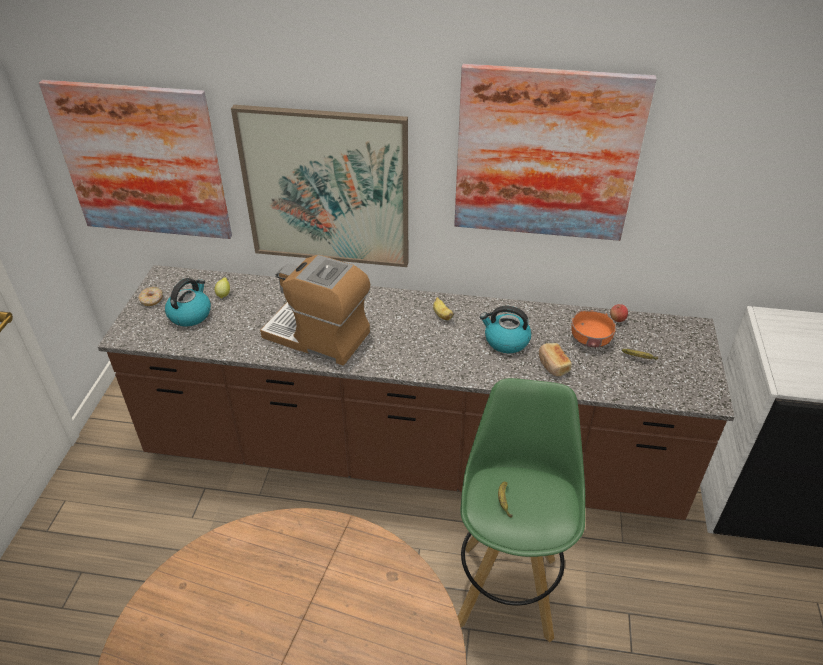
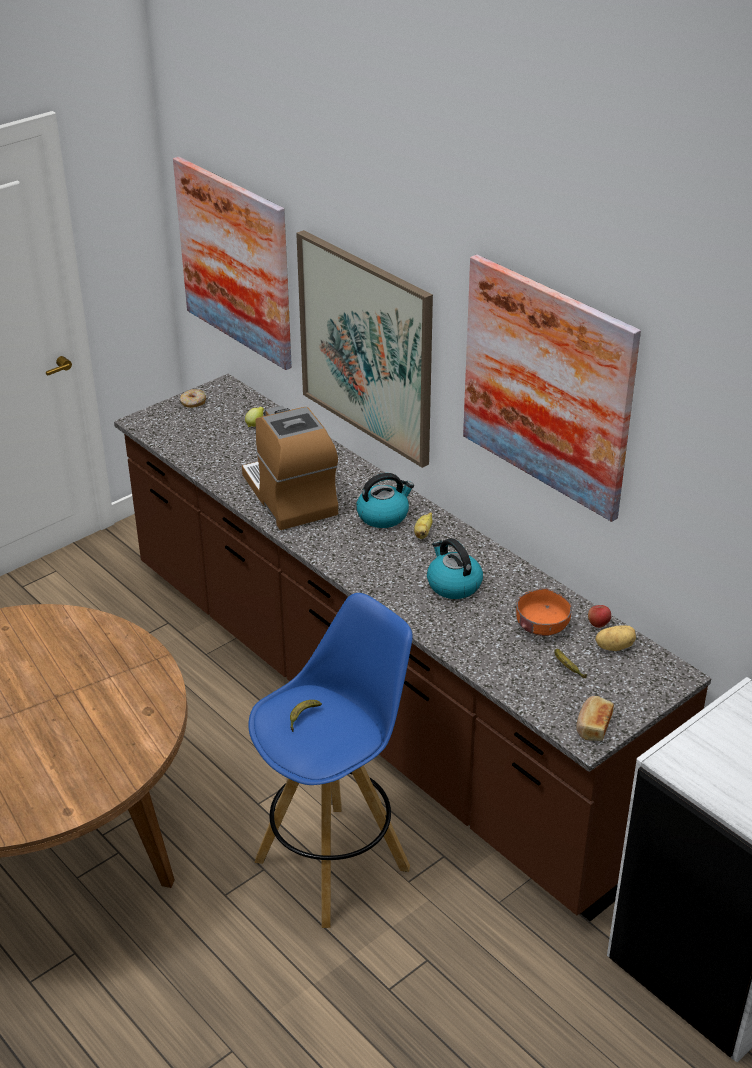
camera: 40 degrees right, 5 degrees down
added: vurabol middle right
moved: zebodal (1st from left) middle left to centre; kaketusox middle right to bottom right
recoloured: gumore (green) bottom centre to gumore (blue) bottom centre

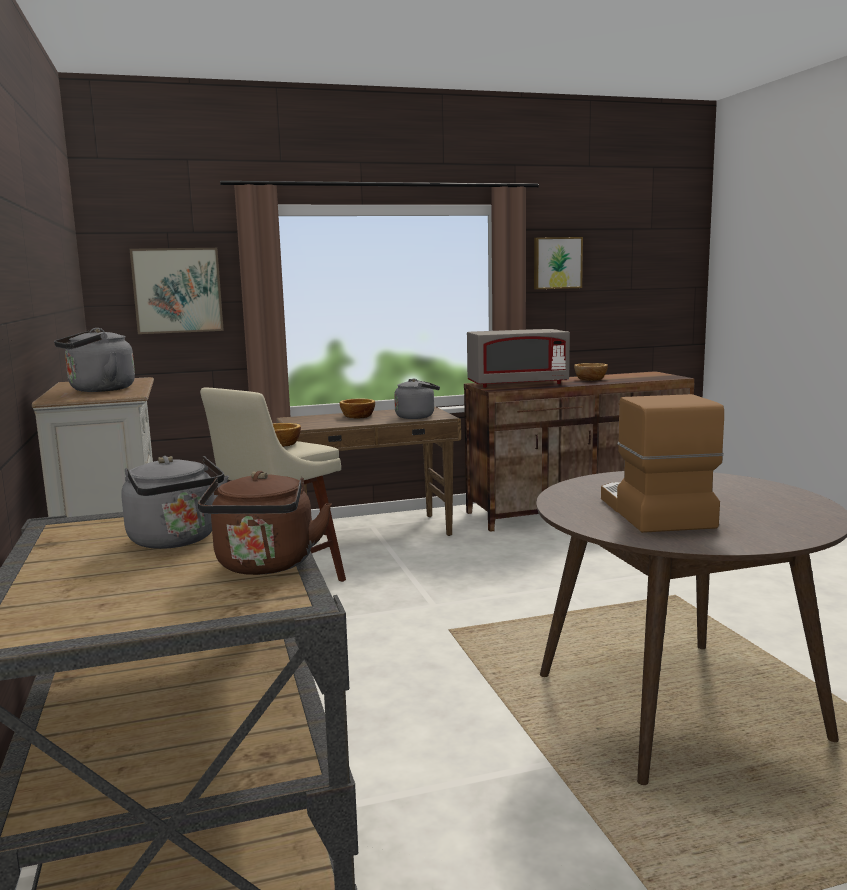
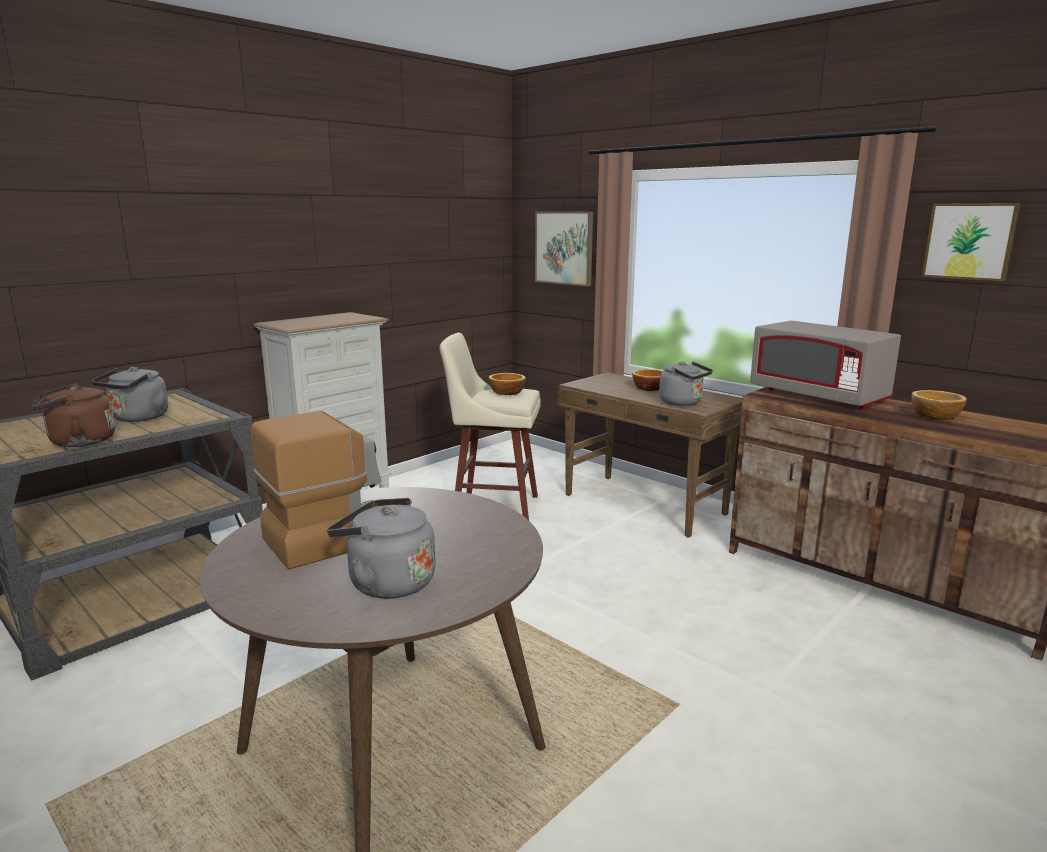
camera: 60 degrees right, 5 degrees up
moved: zebodal (grey) (1st from left in the first image) middle left to zebodal (grey) (2nd from left) centre

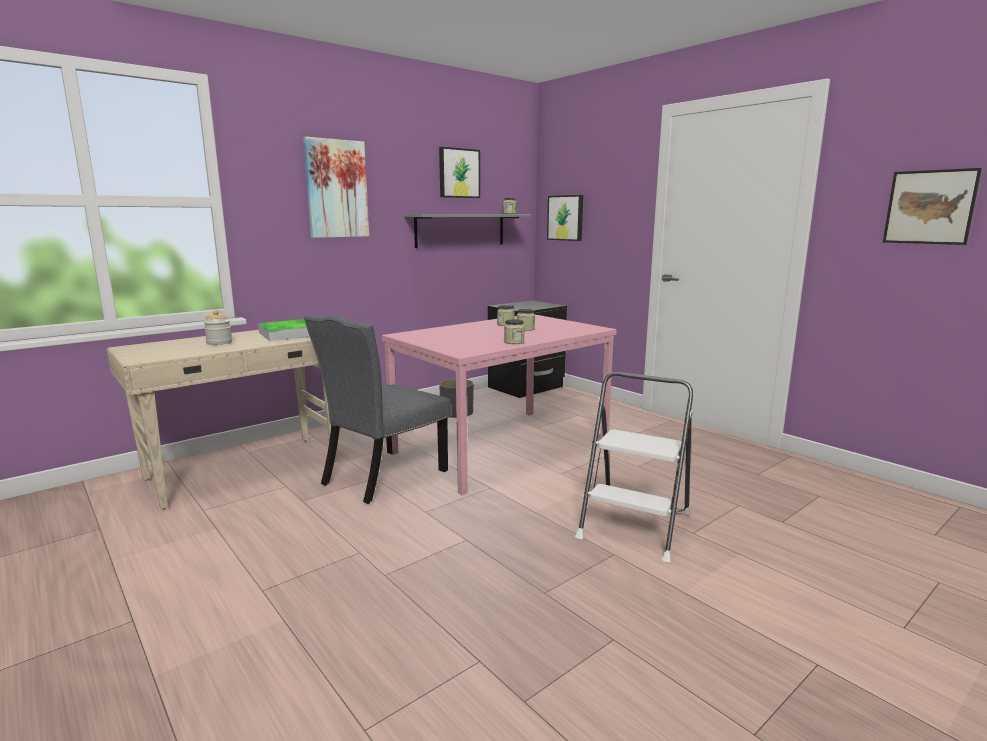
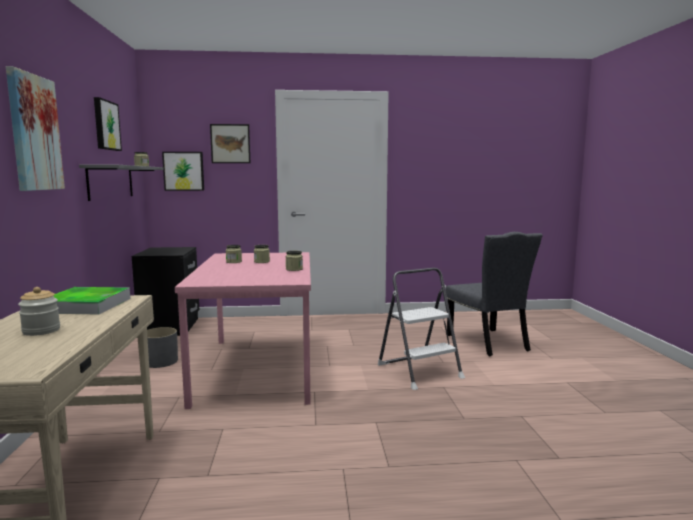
camera: 55 degrees left, 5 degrees down
moved: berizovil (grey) centre to middle right; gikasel (4th from left) top right to top left

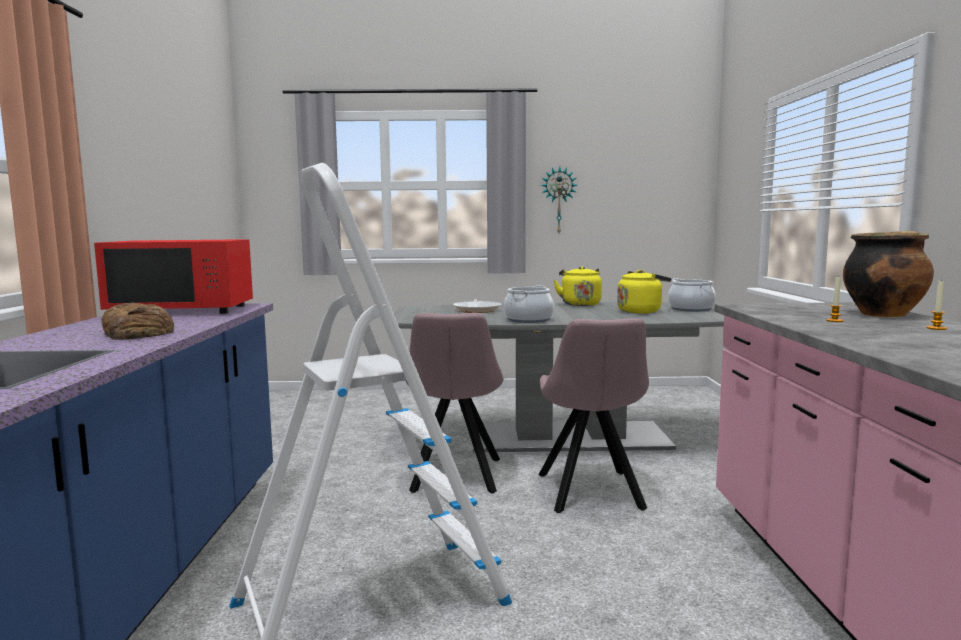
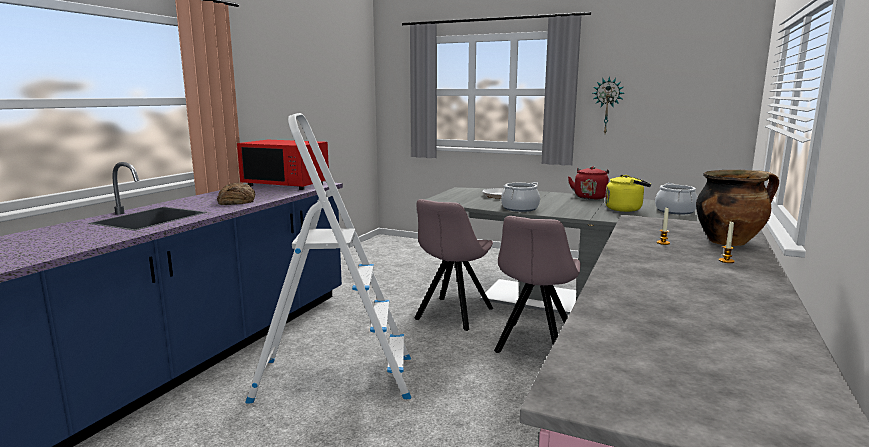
camera: 25 degrees right, 5 degrees up
recoloured: zebodal (yellow) (1st from left) centre to zebodal (red) middle right

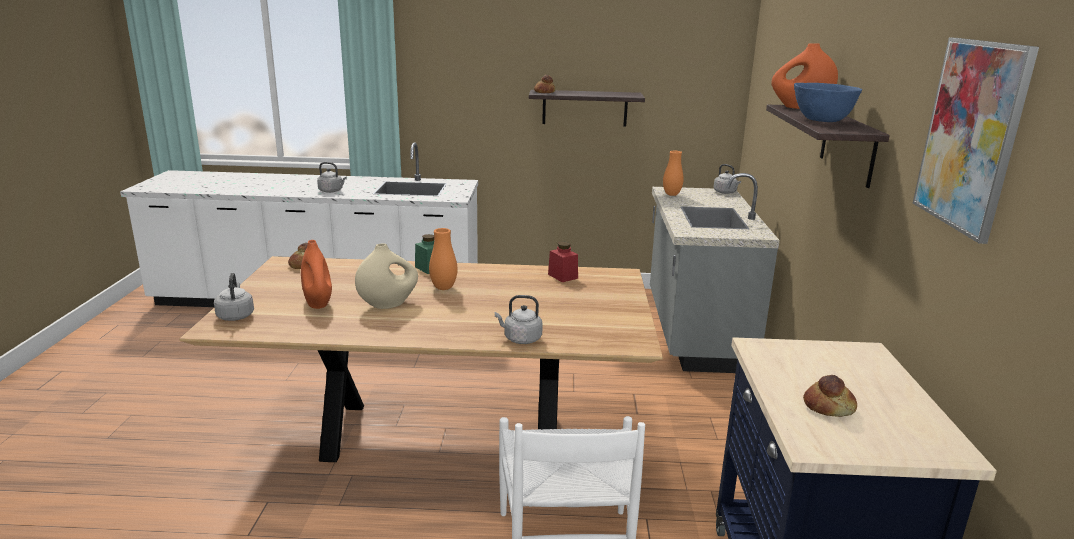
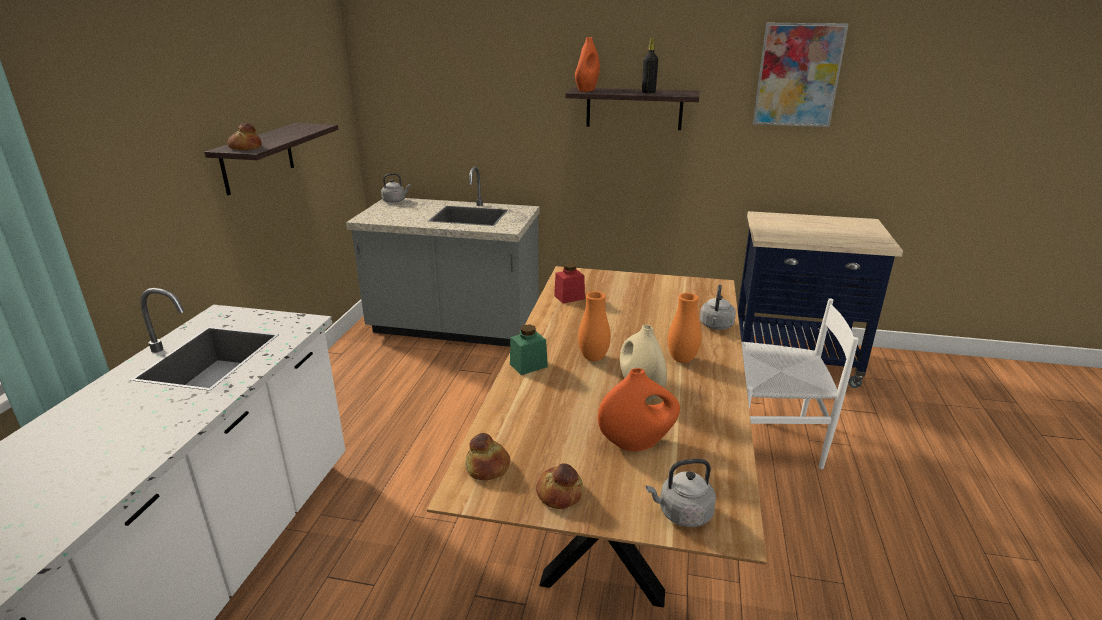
camera: 80 degrees left, 5 degrees up
removed: zebodal (grey) (2nd from left) top left
moved: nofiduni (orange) (3rd from left in the first image) top centre to nofiduni (orange) (4th from left) centre; kaketusox (3rd from left) bottom right to bottom centre
replaced: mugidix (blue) top right to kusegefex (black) top centre

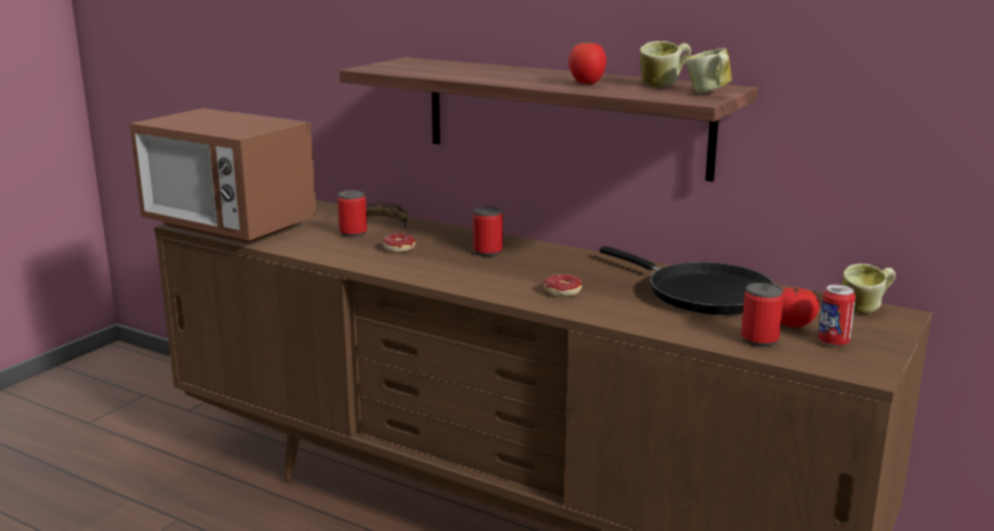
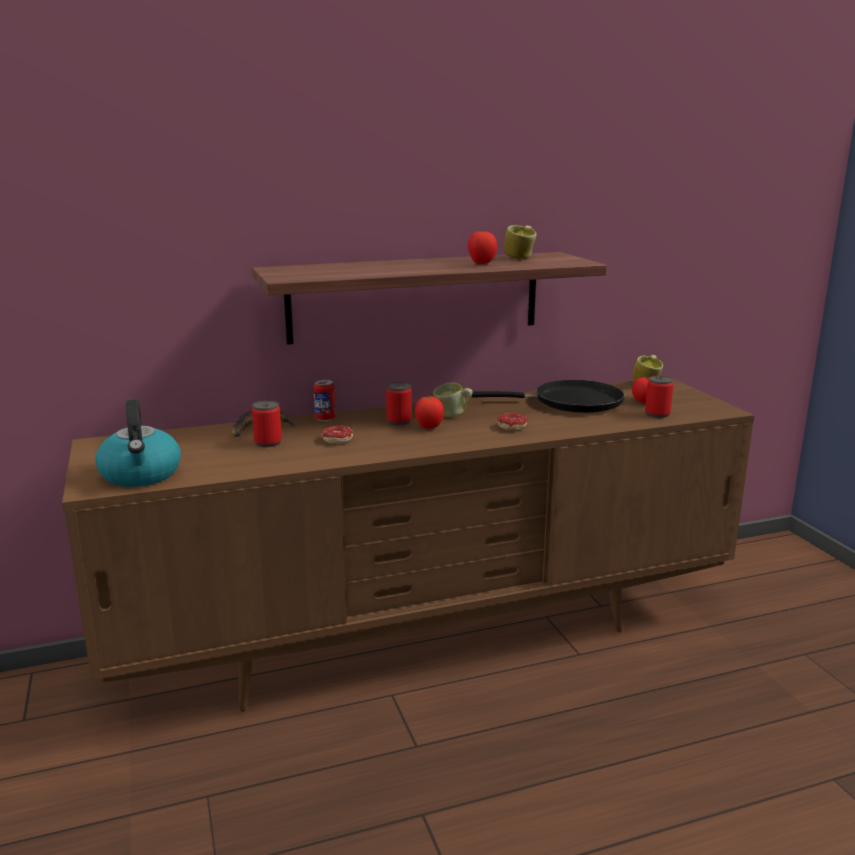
camera: 50 degrees left, 0 degrees up
added: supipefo (1st from left) centre
moved: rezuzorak (2nd from left in the first image) top right to rezuzorak (1st from left) centre; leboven (4th from left in the first image) middle right to leboven (2nd from left) centre
replaced: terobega top left to zebodal middle left

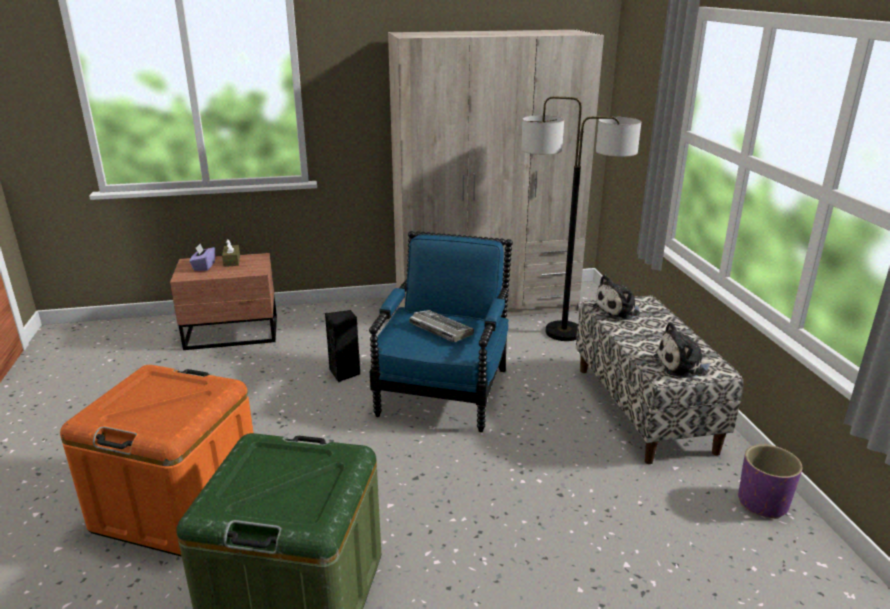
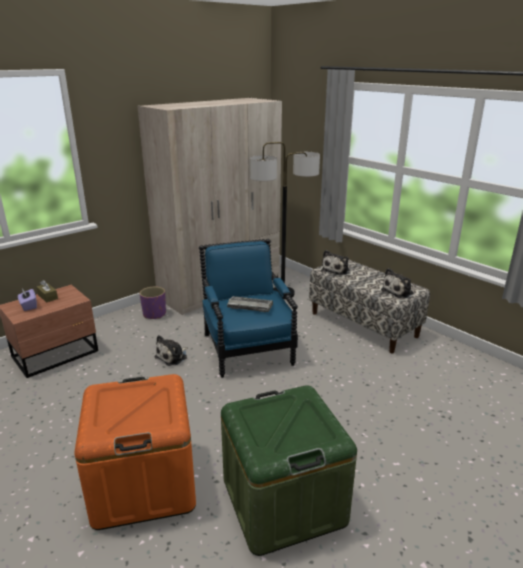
camera: 30 degrees left, 0 degrees up
moved: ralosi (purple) bottom right to middle left
replaced: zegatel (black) centre to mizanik (1st from left) middle left

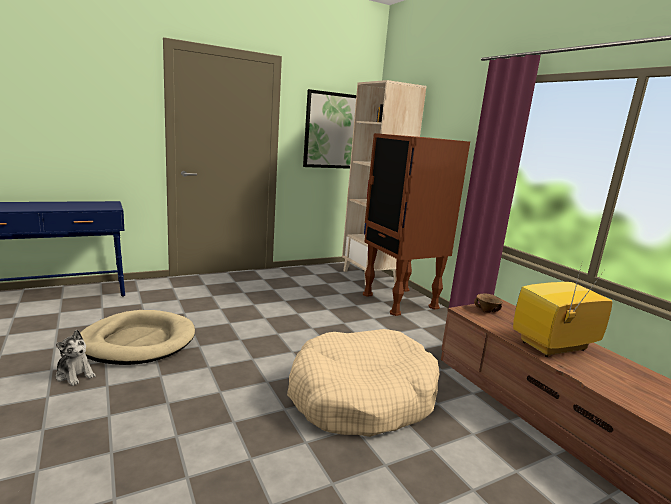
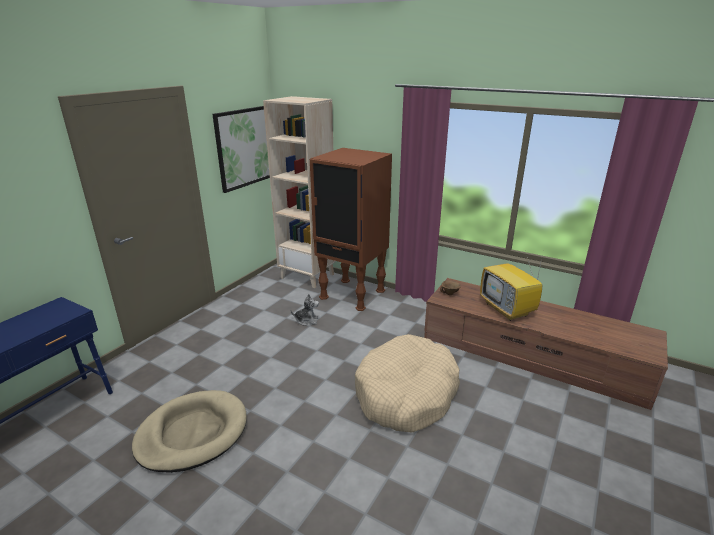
camera: 30 degrees left, 10 degrees up
moved: mizanik bottom left to centre
turned: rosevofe middle right = middle right 60 degrees counterclockwise

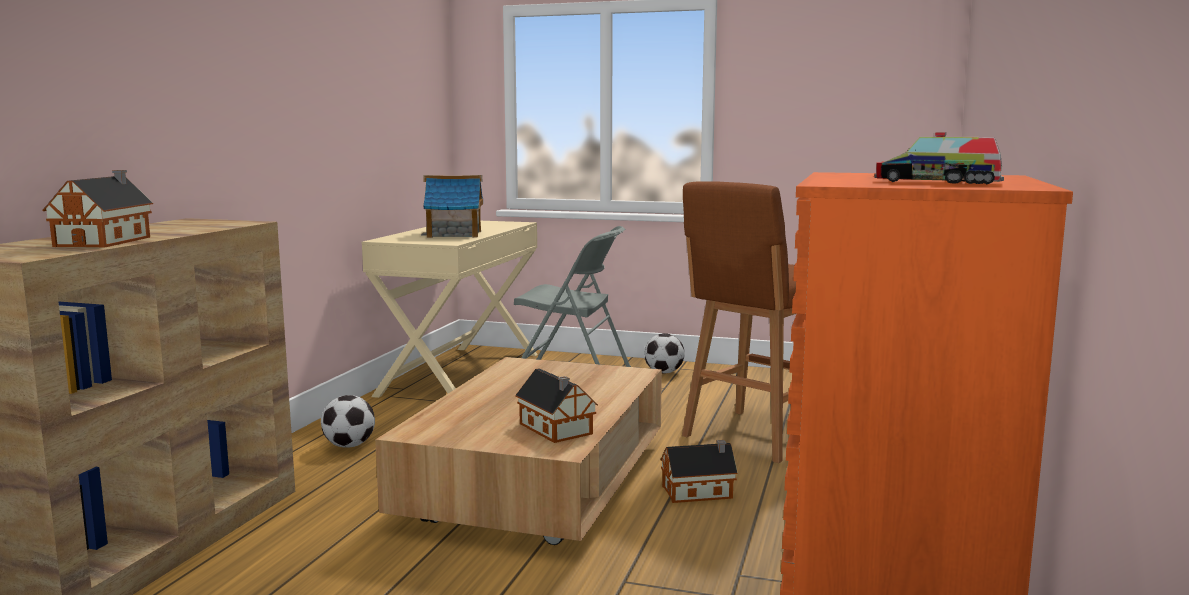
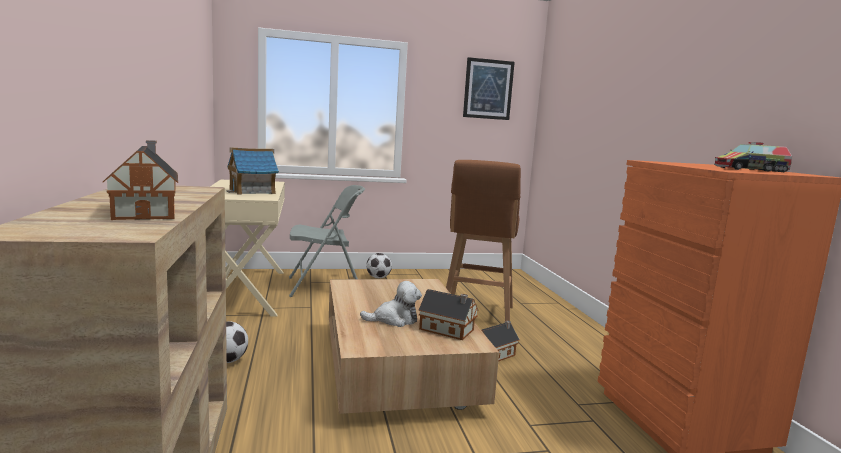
camera: 30 degrees left, 0 degrees up
added: mizanik bottom centre; gikasel top centre

